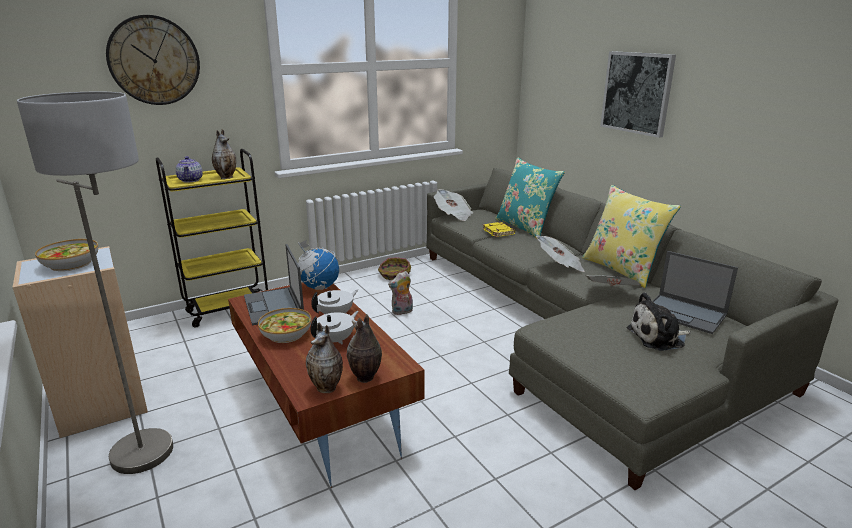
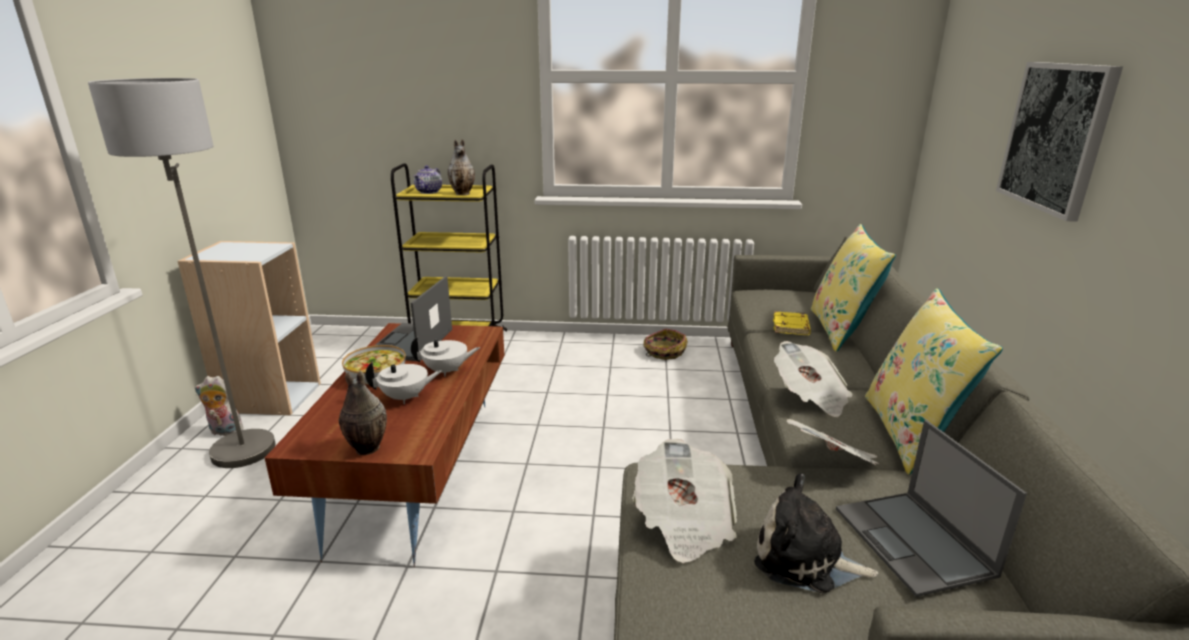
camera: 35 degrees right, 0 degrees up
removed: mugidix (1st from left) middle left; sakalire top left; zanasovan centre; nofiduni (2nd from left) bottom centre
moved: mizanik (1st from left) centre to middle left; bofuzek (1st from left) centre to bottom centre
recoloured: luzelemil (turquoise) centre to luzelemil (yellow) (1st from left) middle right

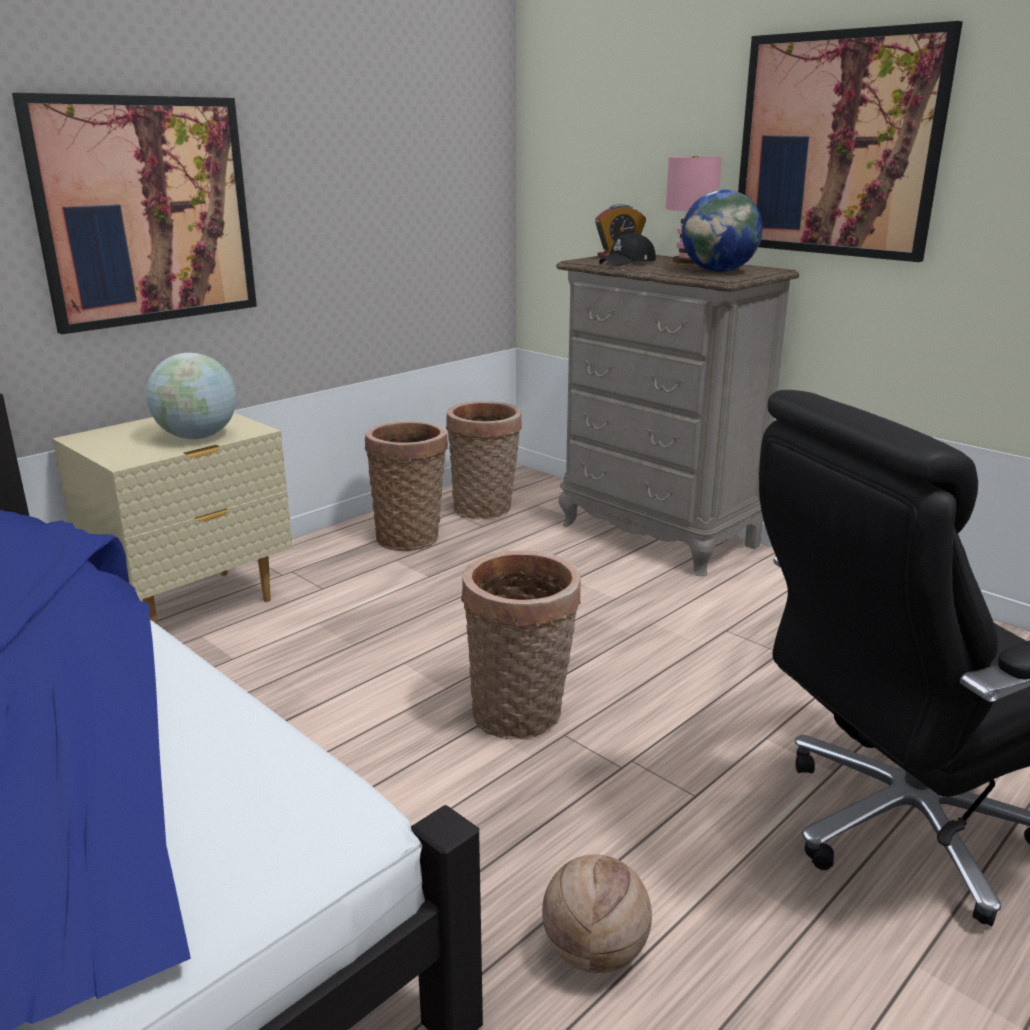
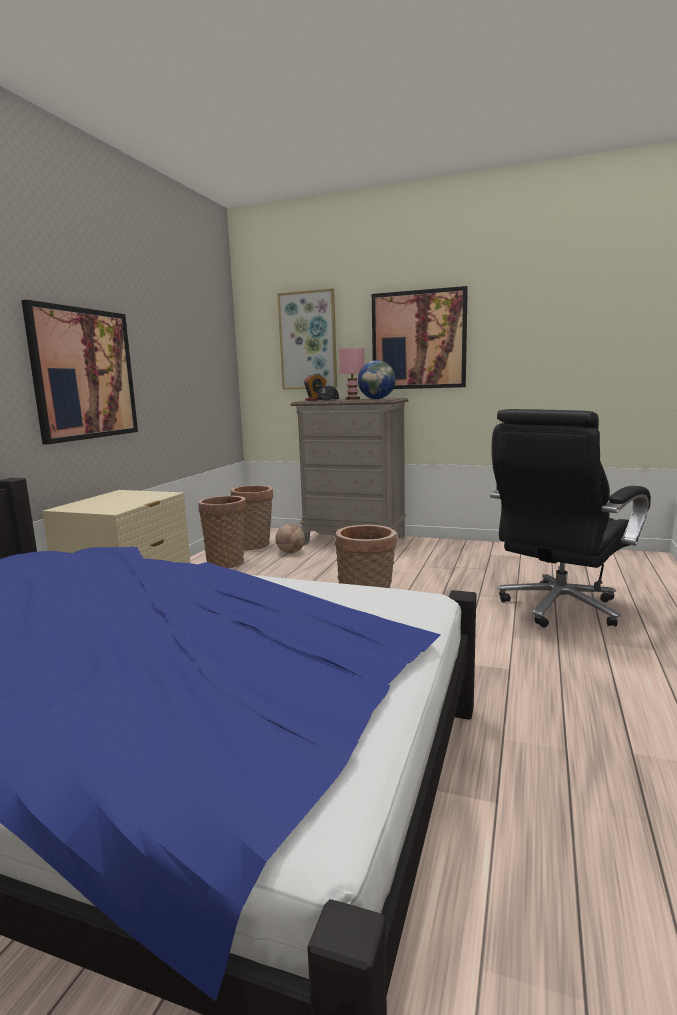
camera: 25 degrees left, 10 degrees down
removed: zanasovan (1st from left) middle left
added: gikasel (2nd from left) centre
moved: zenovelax bottom centre to centre

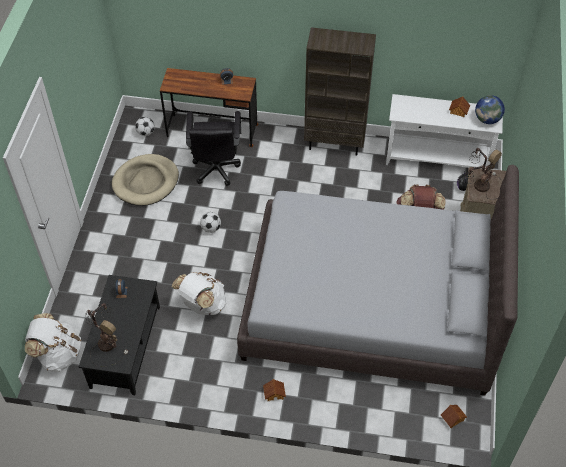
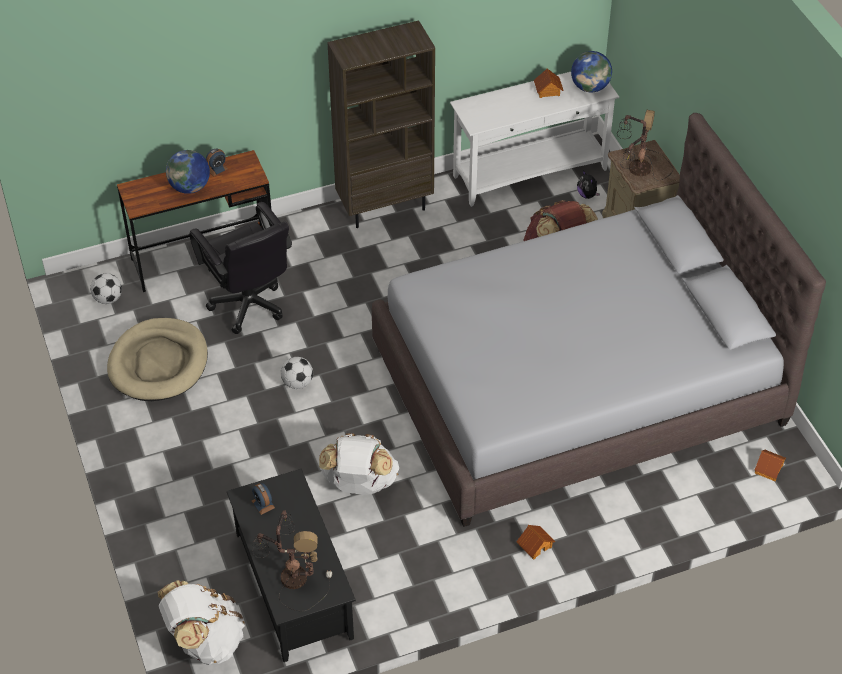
camera: 30 degrees left, 5 degrees down
added: zanasovan (1st from left) top left

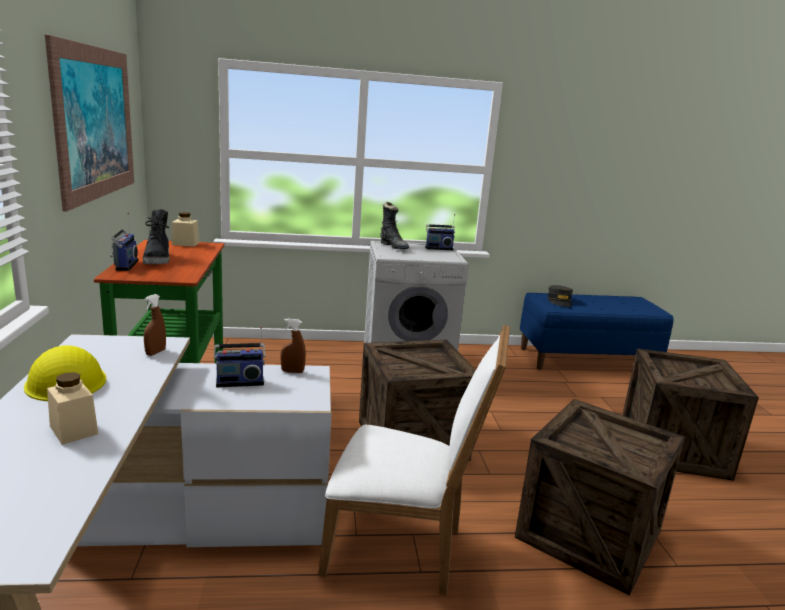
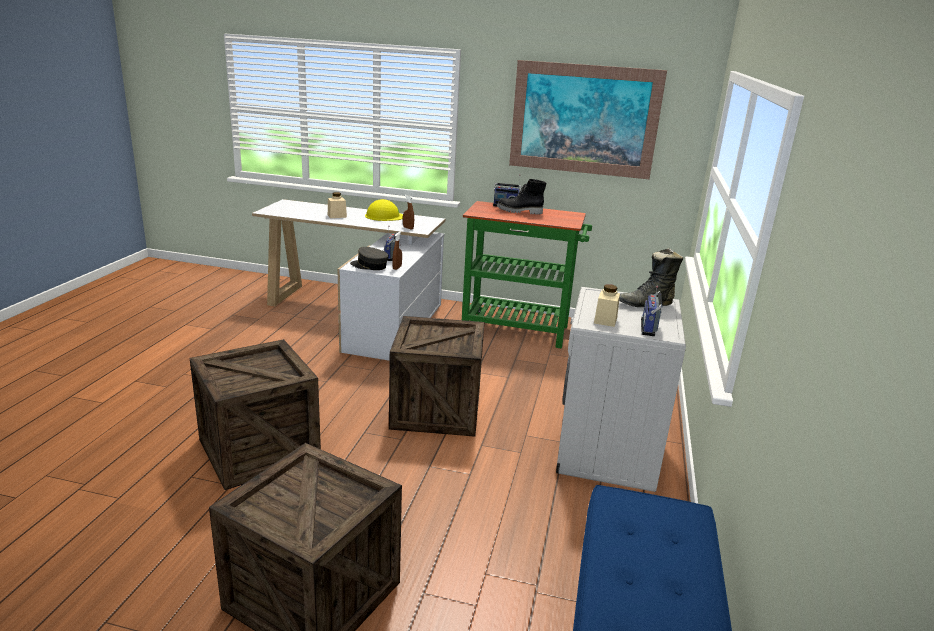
camera: 110 degrees right, 5 degrees up
removed: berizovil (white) bottom centre
moved: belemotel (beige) (2nd from left) middle left to centre; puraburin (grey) middle right to centre

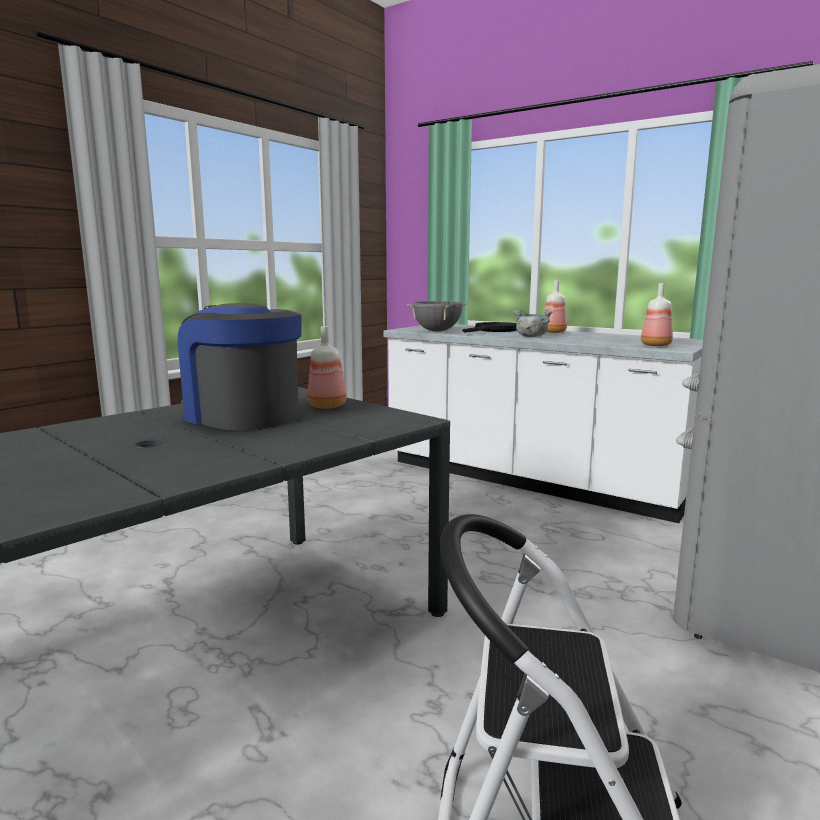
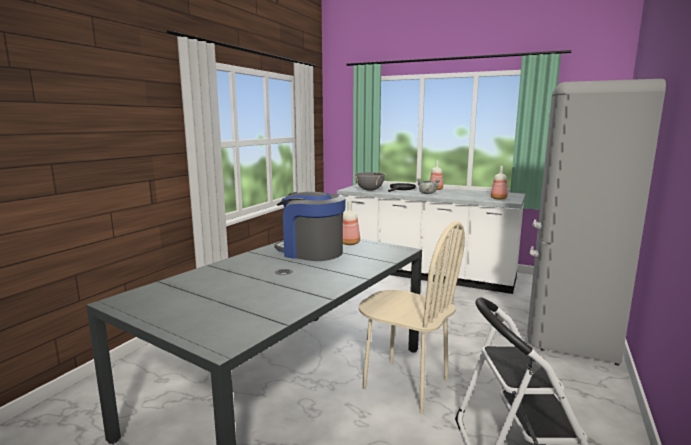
camera: 10 degrees left, 0 degrees up
added: berizovil (beige) bottom centre

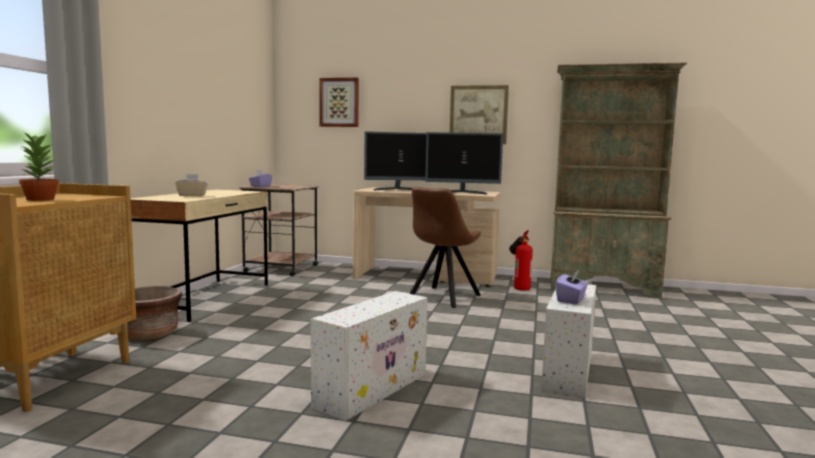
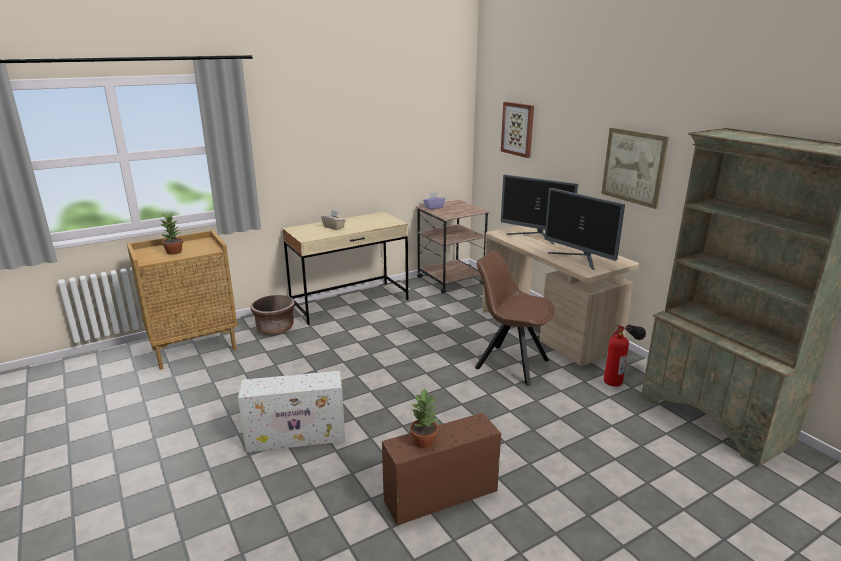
camera: 45 degrees right, 15 degrees up
replaced: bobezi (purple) (2nd from left) middle right to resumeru (2nd from left) bottom centre
recoloured: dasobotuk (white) (2nd from left) bottom right to dasobotuk (brown) bottom centre
turned: berizovil (brown) centre = centre 45 degrees clockwise

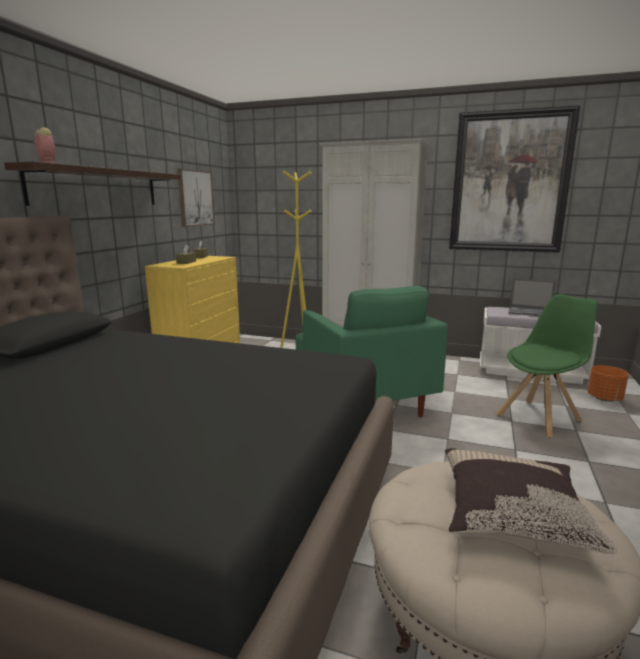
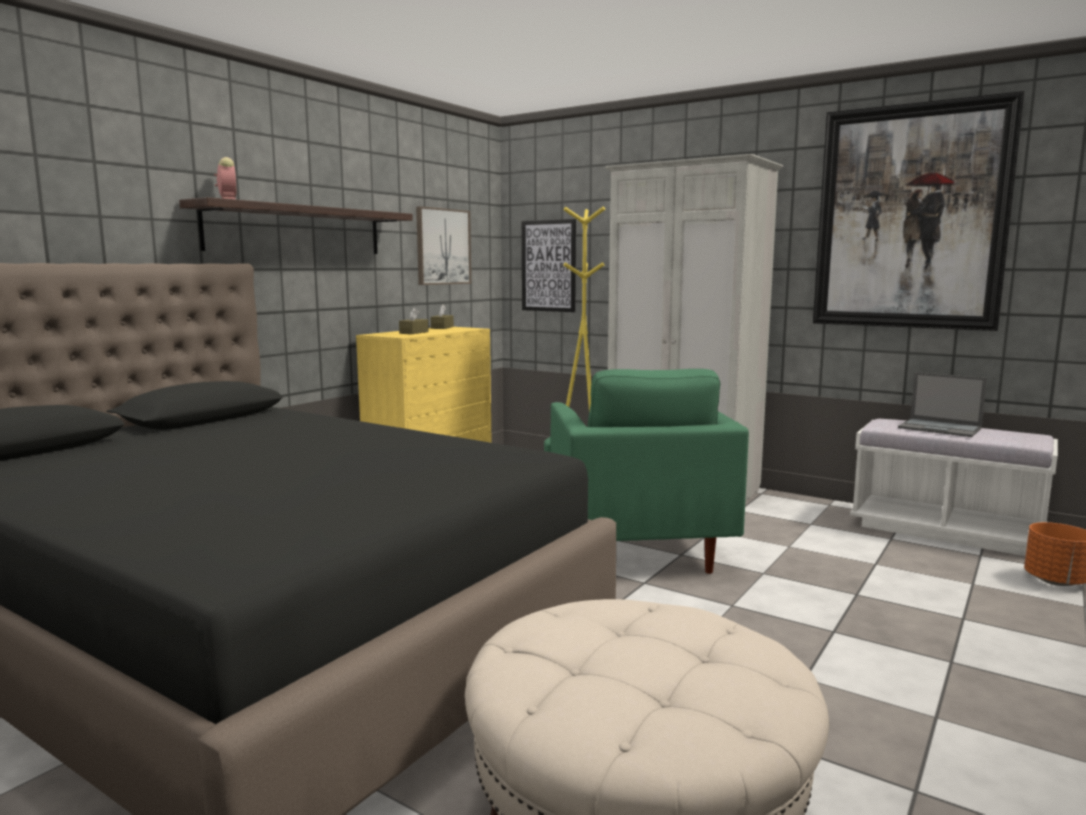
camera: 15 degrees right, 5 degrees down
removed: luzelemil bottom right; berizovil (green) middle right
added: gikasel (2nd from left) top centre

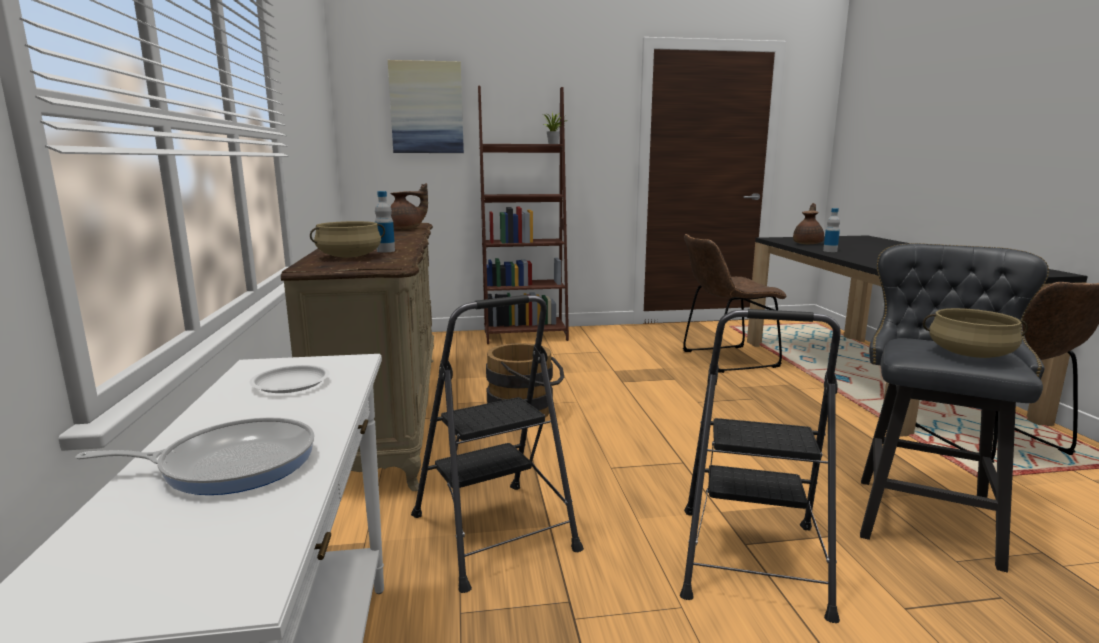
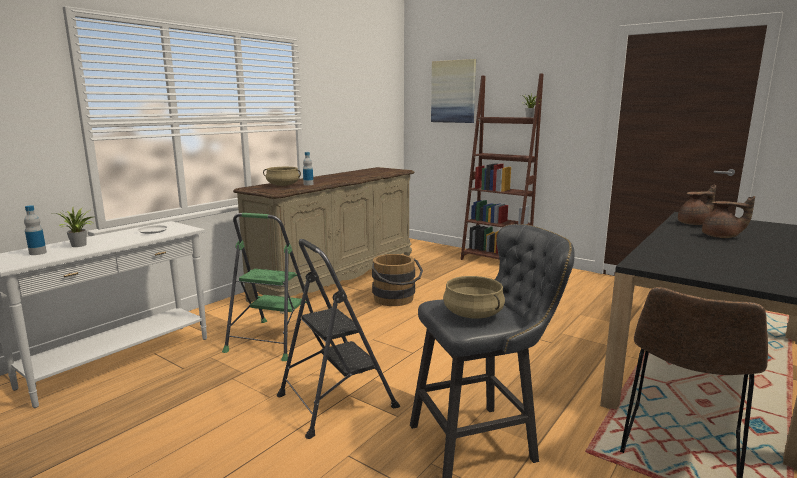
camera: 45 degrees right, 0 degrees up
removed: berizovil (brown) (1st from left) middle right
moved: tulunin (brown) (1st from left in the first image) top centre to tulunin (brown) (2nd from left) middle right; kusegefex (2nd from left in the first image) middle right to kusegefex (1st from left) middle left
replaced: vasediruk bottom left to resumeru (1st from left) middle left
recoloured: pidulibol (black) (1st from left) bottom centre to pidulibol (green) centre

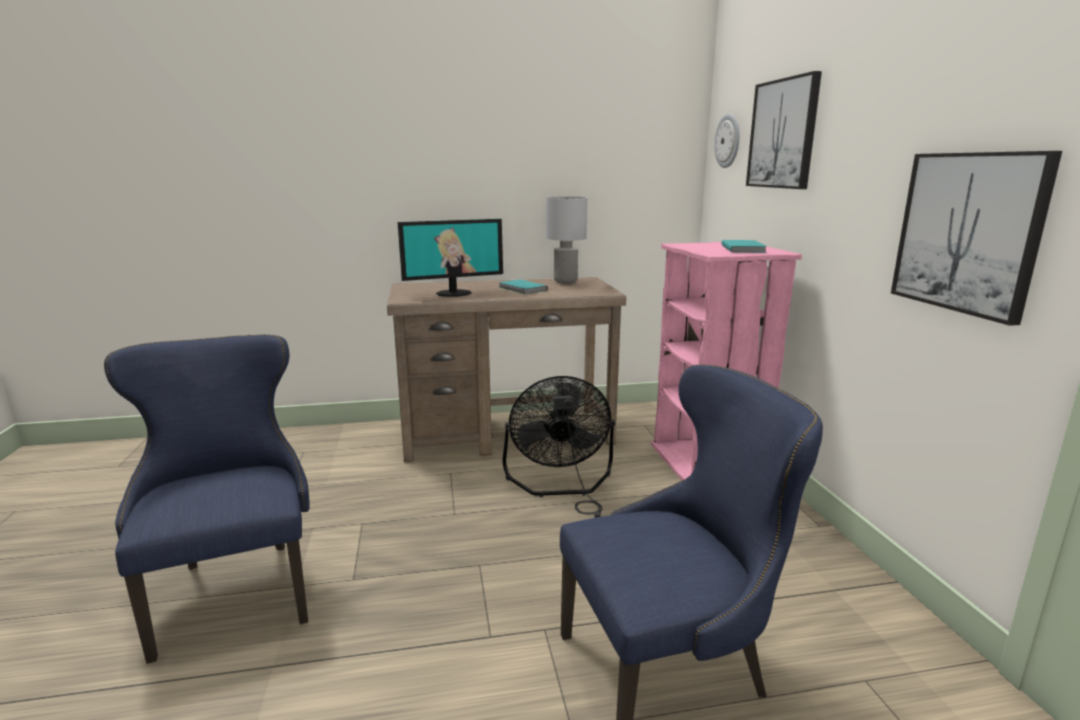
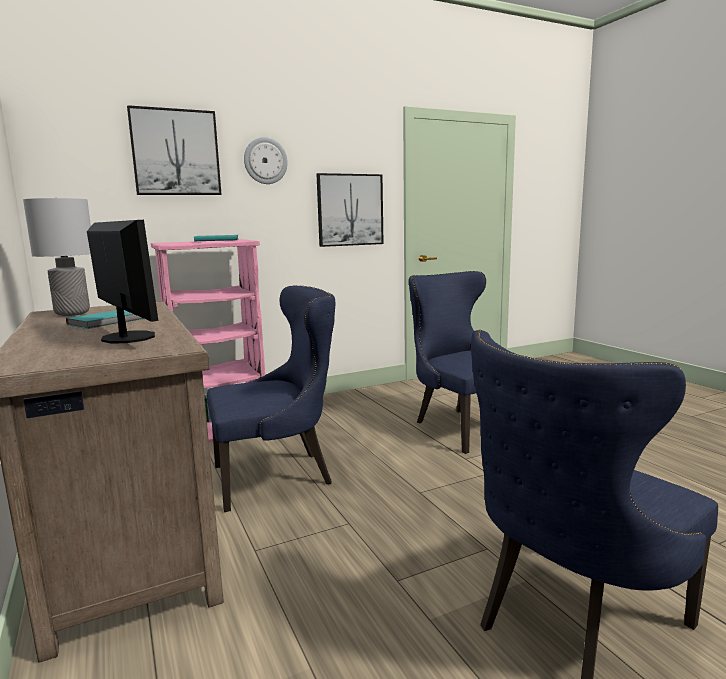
camera: 105 degrees left, 5 degrees down
moved: sakalire top right to top centre
replaced: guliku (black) centre to berizovil (blue) (1st from left) centre

